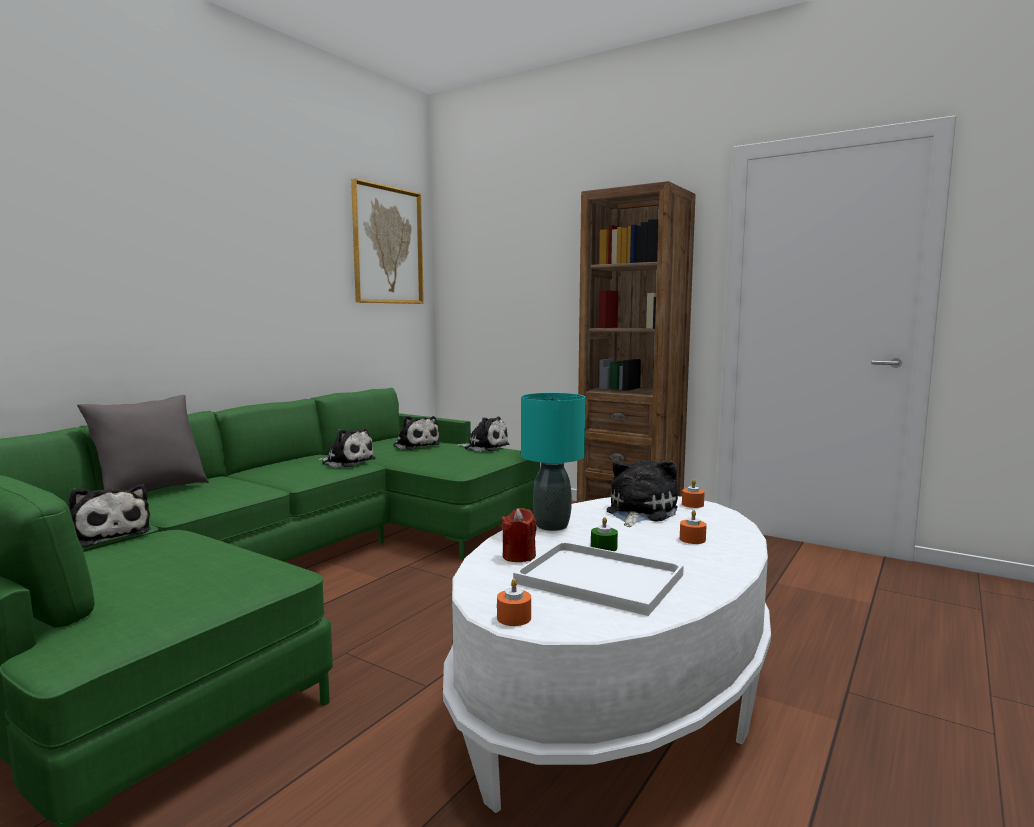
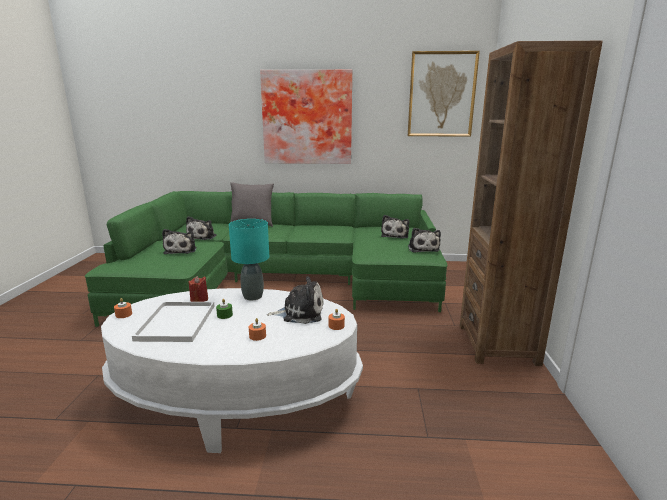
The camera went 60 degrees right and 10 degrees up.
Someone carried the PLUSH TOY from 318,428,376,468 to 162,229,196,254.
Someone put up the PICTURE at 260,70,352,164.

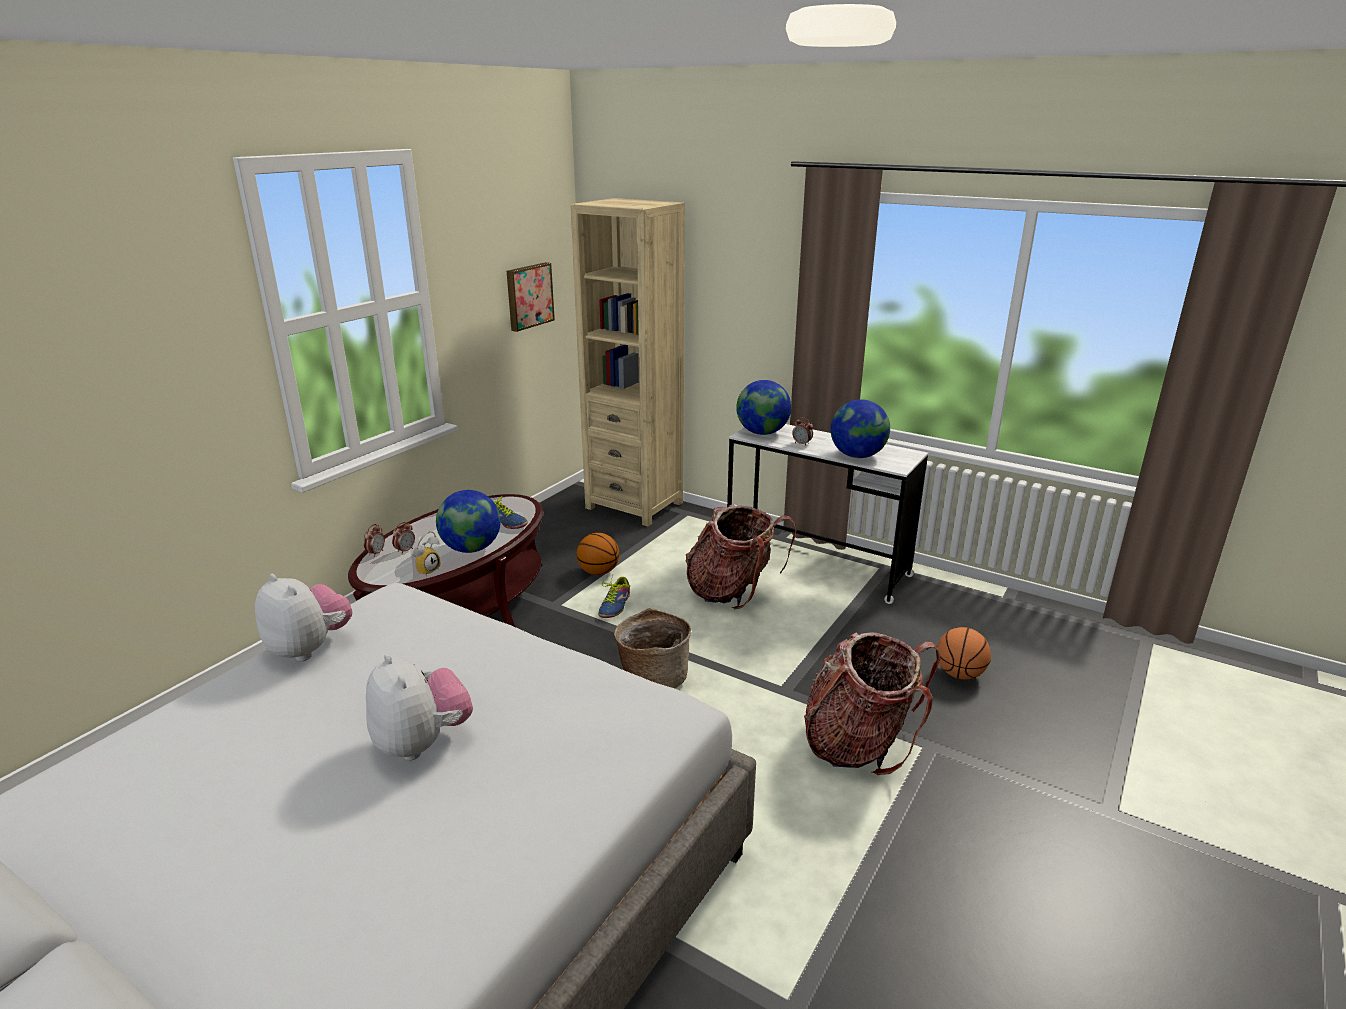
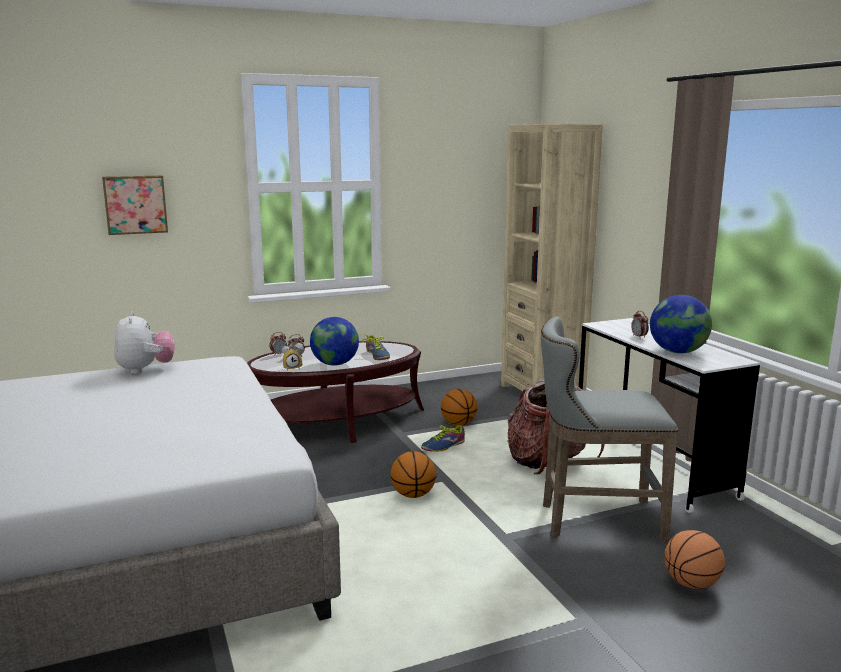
The camera went 35 degrees right and 10 degrees down.
Someone carried the PICTURE from 507,262,555,332 to 102,176,168,235.
Someone swapped the BASKET at 614,608,691,688 for the BASKETBALL at 390,451,436,498.
Someone put down the GREY STOOL at 541,317,679,542.
Someone took away the PLUSH TOY at 366,654,473,760.
Someone took away the GLOBE at 736,380,791,435.
Someone took away the BACKPACK at 804,632,940,775.

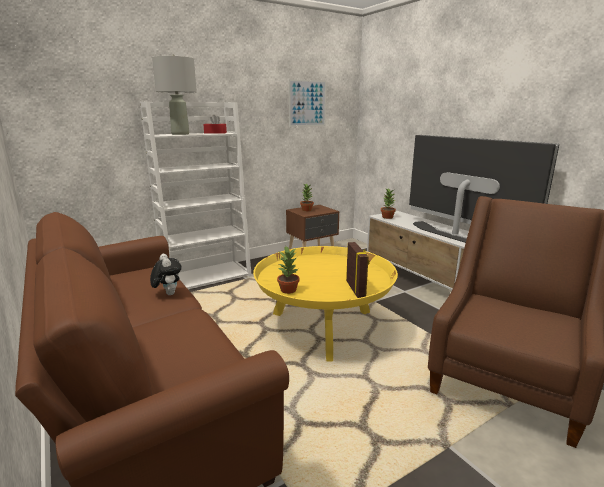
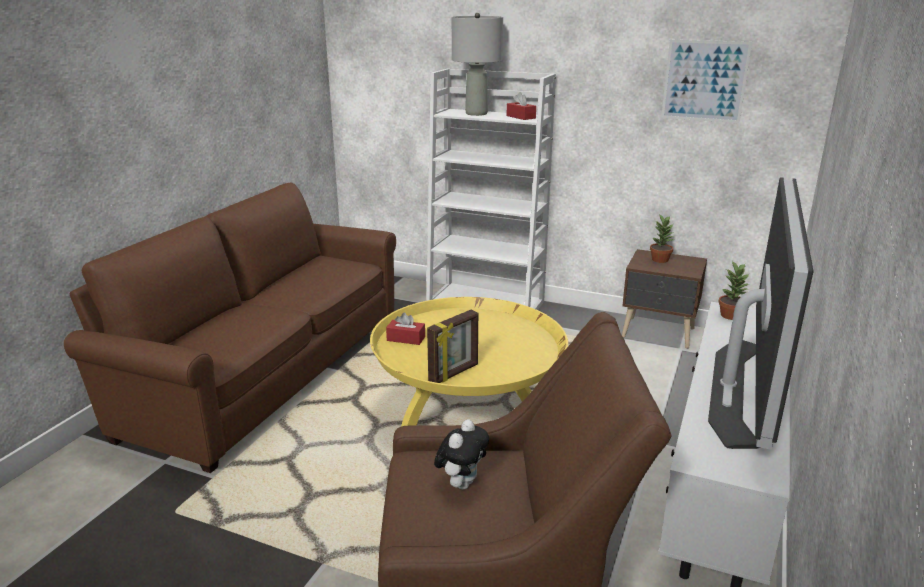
The camera went 55 degrees right and 5 degrees up.
Someone swapped the POTTED PLANT at 277,247,299,294 for the RED TISSUE BOX at 386,313,425,345.
Someone carried the PLUSH TOY from 150,254,182,295 to 434,420,489,489.

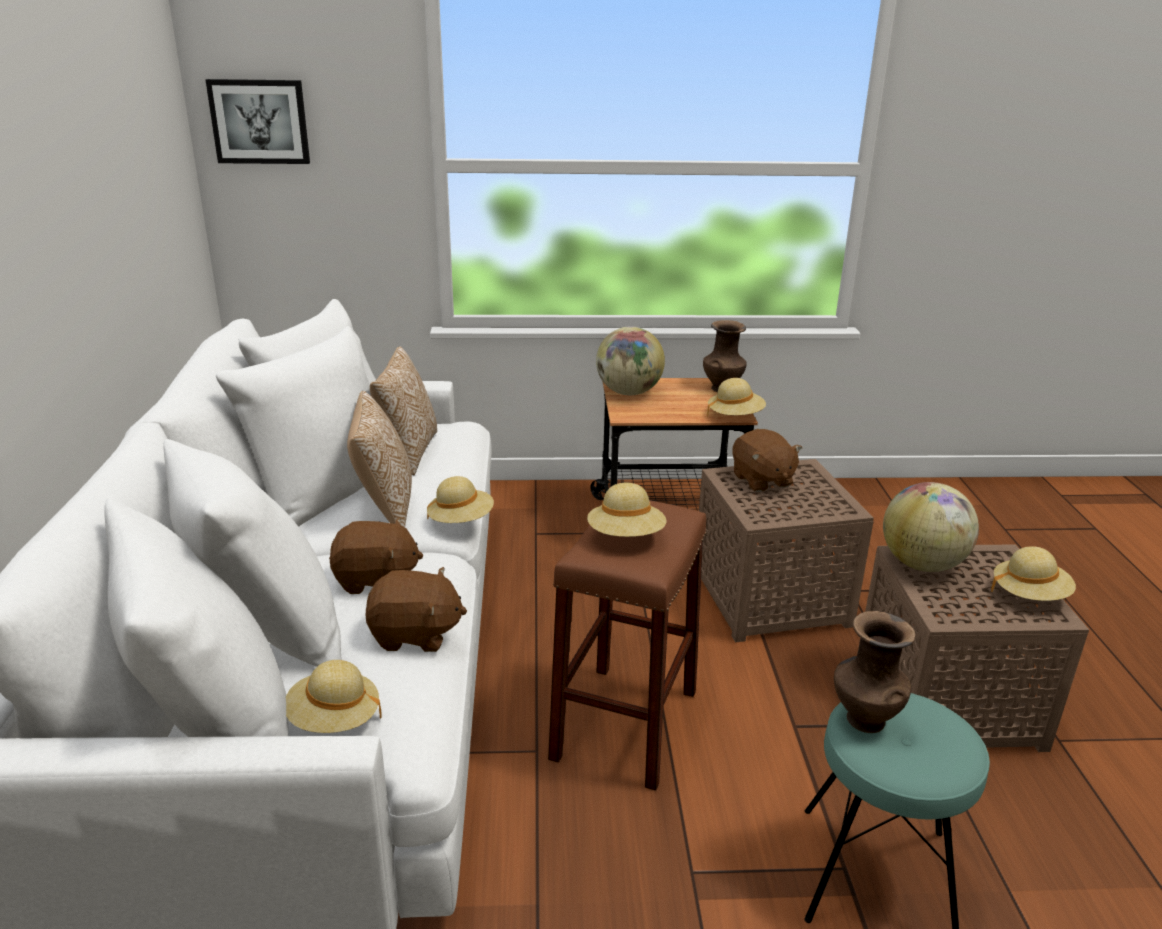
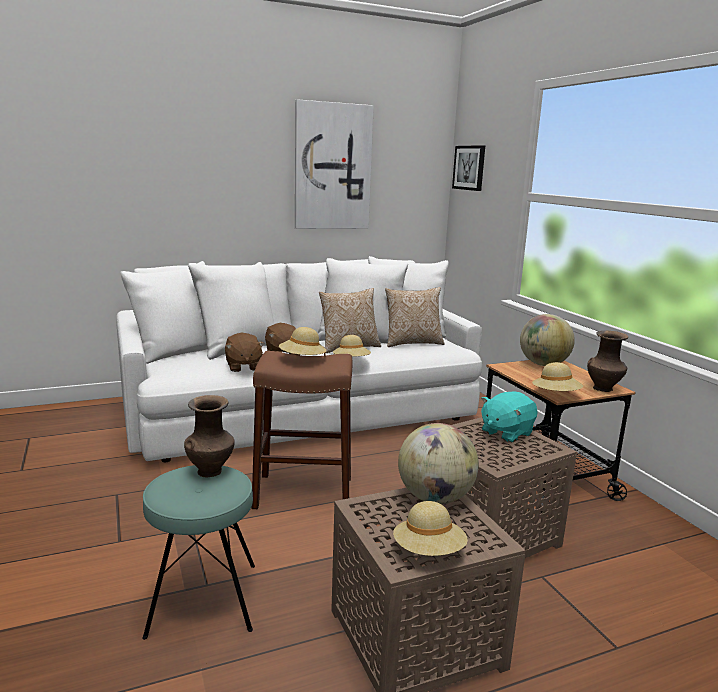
The camera went 70 degrees right and 10 degrees down.
Someone put up the PICTURE at 295,99,374,229.
Someone repainted the BROWN PLUSH TOY at 732,429,802,492, which became the TURQUOISE PLUSH TOY at 481,391,538,443.
Someone took away the BEIGE HAT at 286,660,382,733.

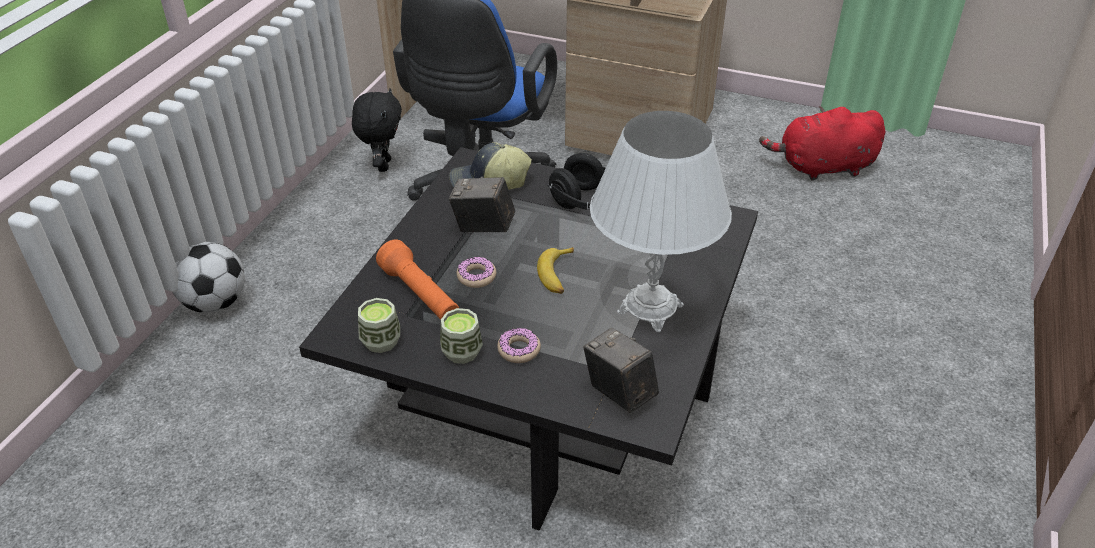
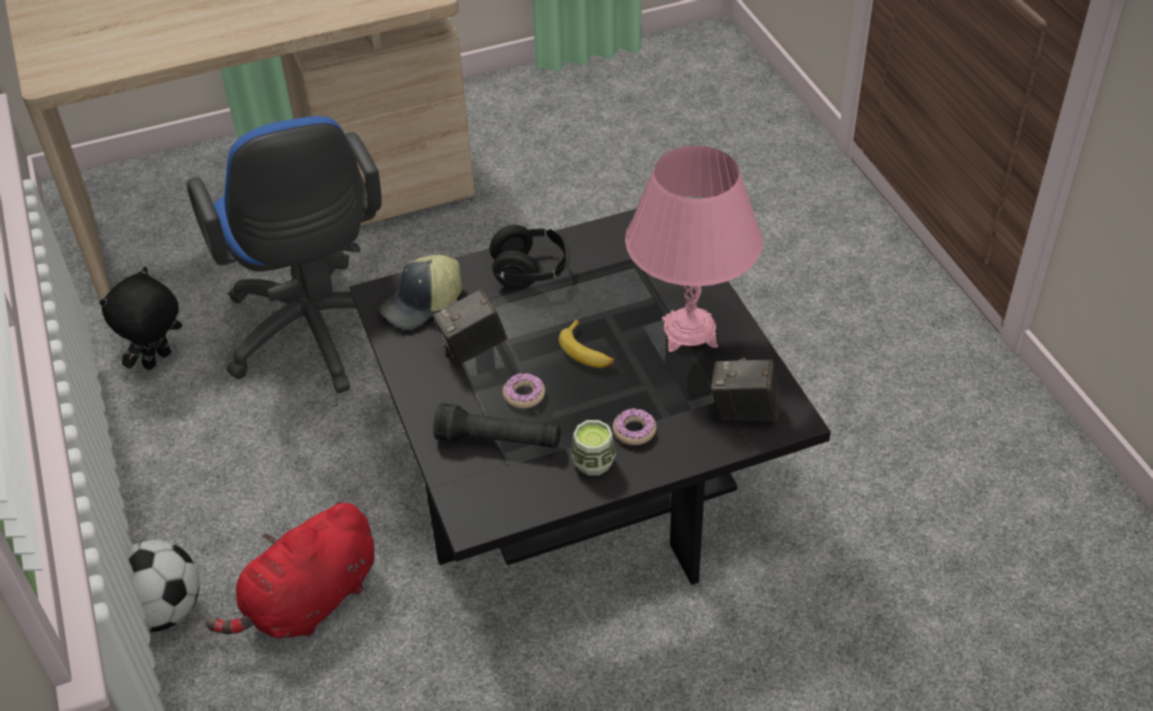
The camera went 40 degrees left and 5 degrees up.
Someone rotated the BLACK PLUSH TOY at 352,88,402,172 by 105 degrees counterclockwise.
Someone carried the RED PLUSH TOY from 759,106,885,181 to 206,502,375,638.
Someone repainted the ORANGE FLASHLIGHT at 376,240,459,320, which became the BLACK FLASHLIGHT at 433,403,561,448.
Someone repainted the WHITE TABLE LAMP at 590,111,732,332, which became the PINK TABLE LAMP at 625,145,763,352.
Someone took away the CUP at 358,298,400,353.

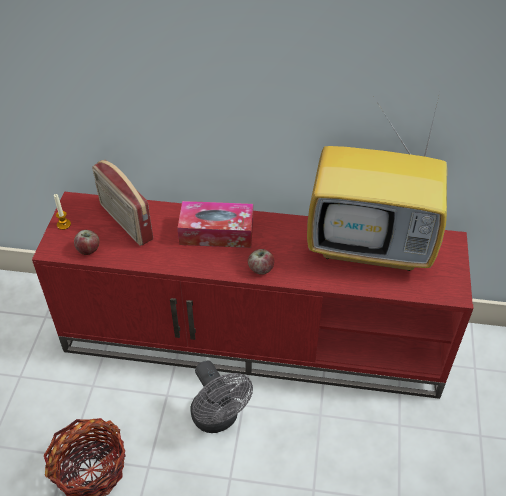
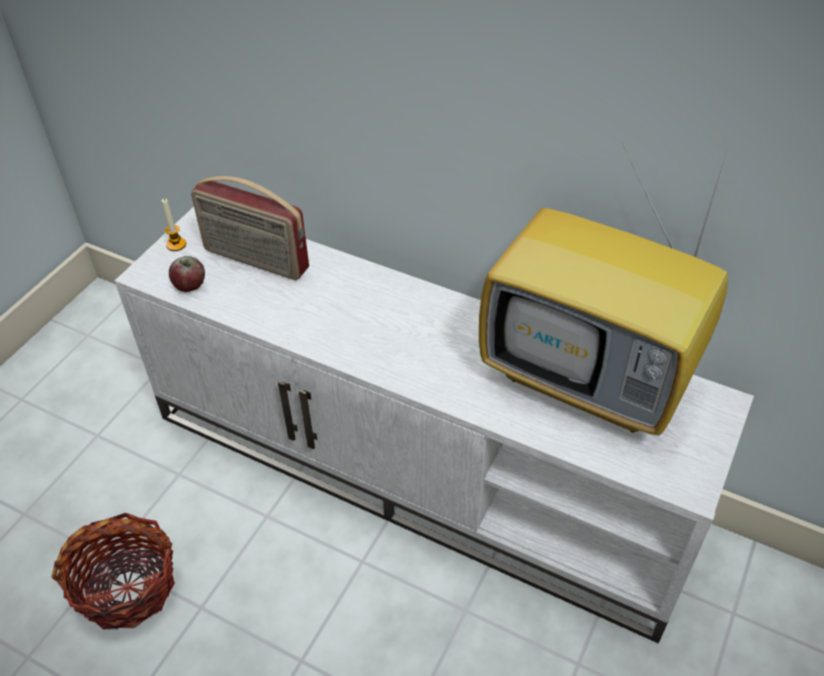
The camera went 20 degrees right and 0 degrees up.
Someone repainted the RED TV STAND at 32,192,473,399, which became the WHITE TV STAND at 115,207,754,643.
Someone rotated the RADIO at 92,160,153,246 by 45 degrees counterclockwise.
Someone took away the TISSUE BOX at 177,201,253,248.
Someone took away the GREY FAN at 190,361,253,433.
Someone took away the APPLE at 248,249,274,275.

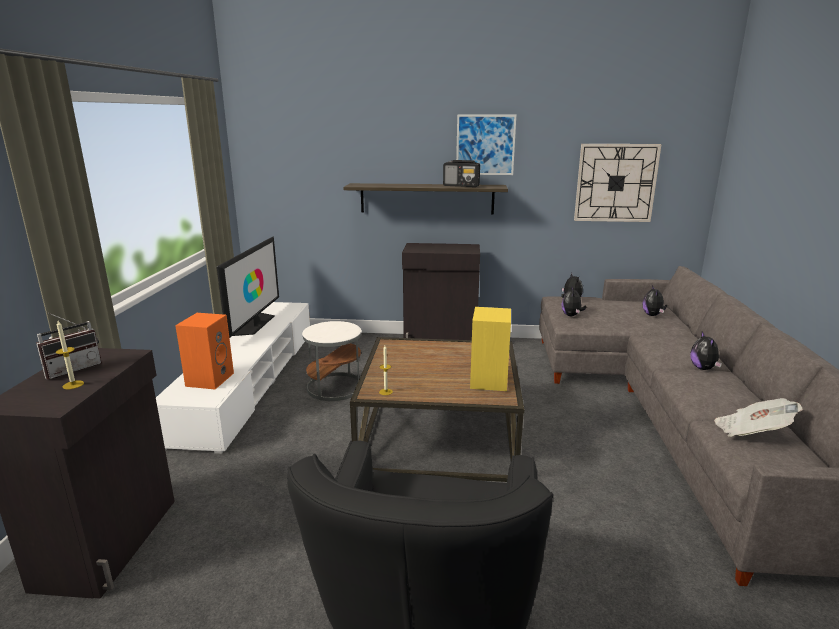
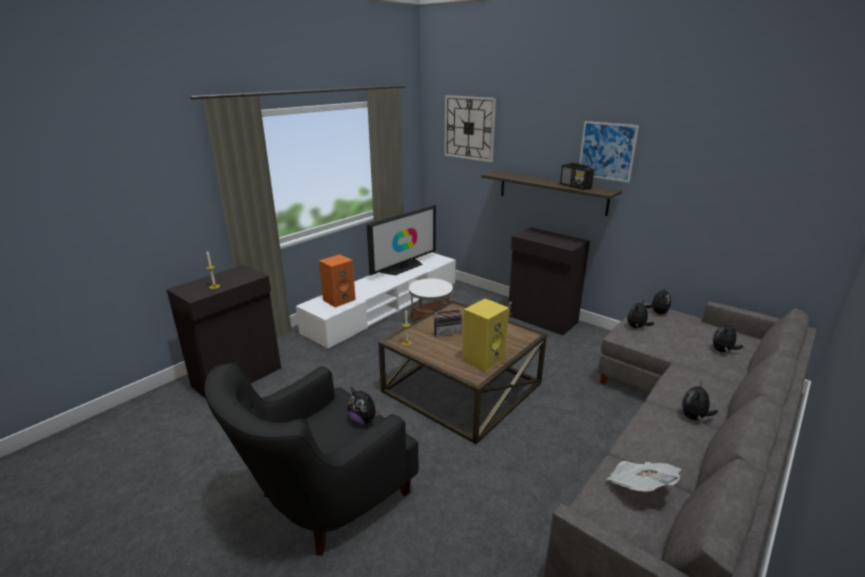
The camera went 35 degrees right and 5 degrees up.
Someone put down the PLUSH TOY at 348,388,381,424.
Someone carried the RADIO from 36,313,102,379 to 434,300,463,337.
Someone carried the WALL CLOCK from 574,144,662,222 to 444,95,496,162.

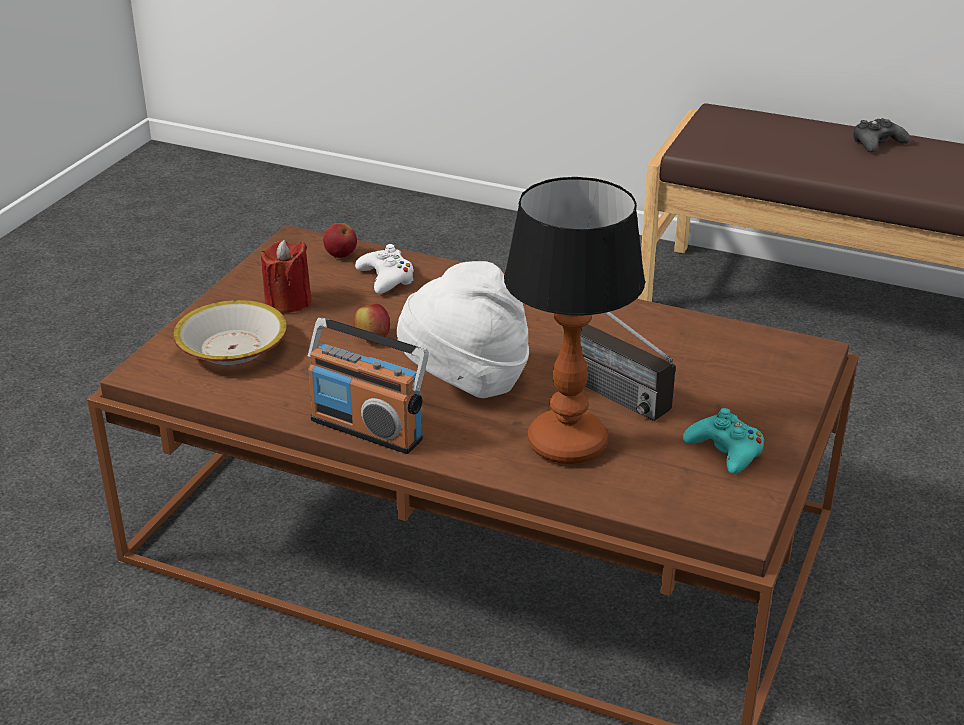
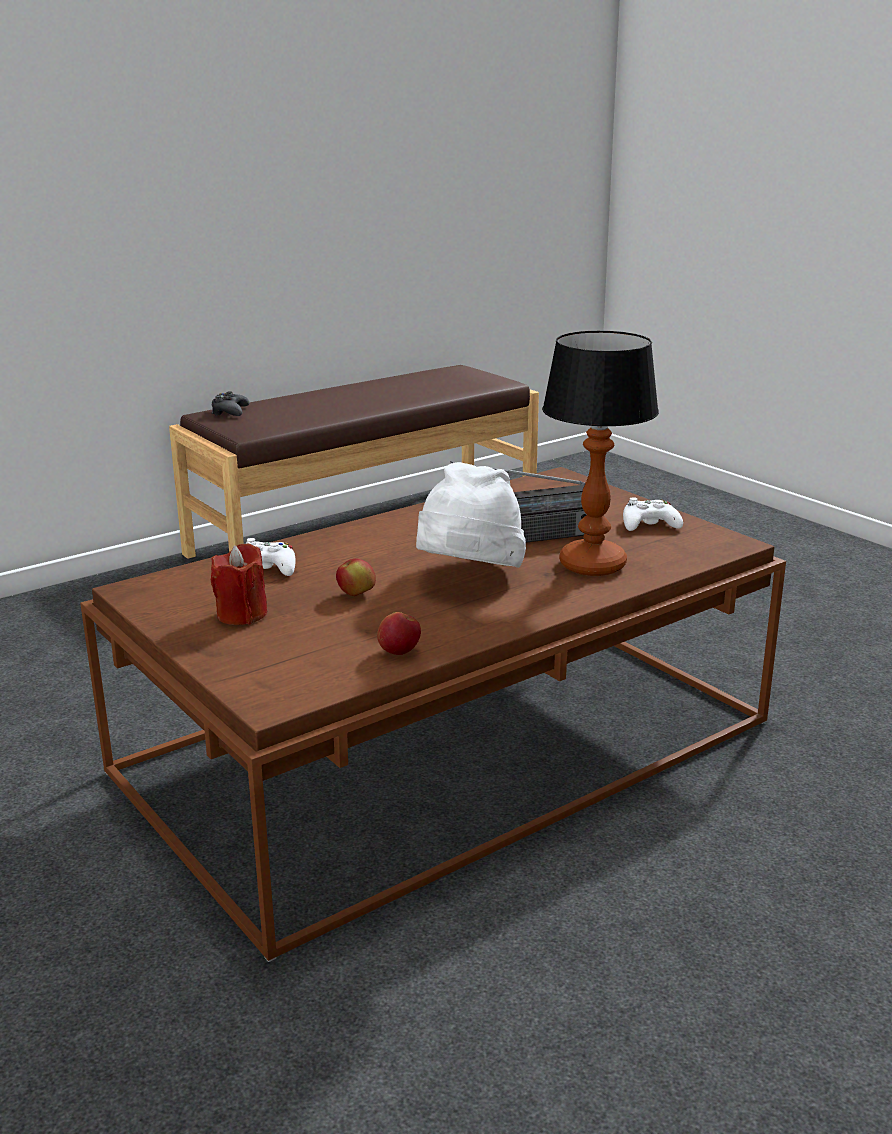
The camera went 60 degrees left and 10 degrees down.
Someone carried the BLACK GAME CONTROLLER from 853,118,910,152 to 211,391,249,416.
Someone carried the APPLE from 323,223,357,258 to 377,612,421,655.
Someone repainted the TURQUOISE GAME CONTROLLER at 683,408,764,474, which became the WHITE GAME CONTROLLER at 623,497,683,531.
Someone took away the BOWL at 173,300,287,365.
Someone took away the RADIO at 308,318,429,454.

